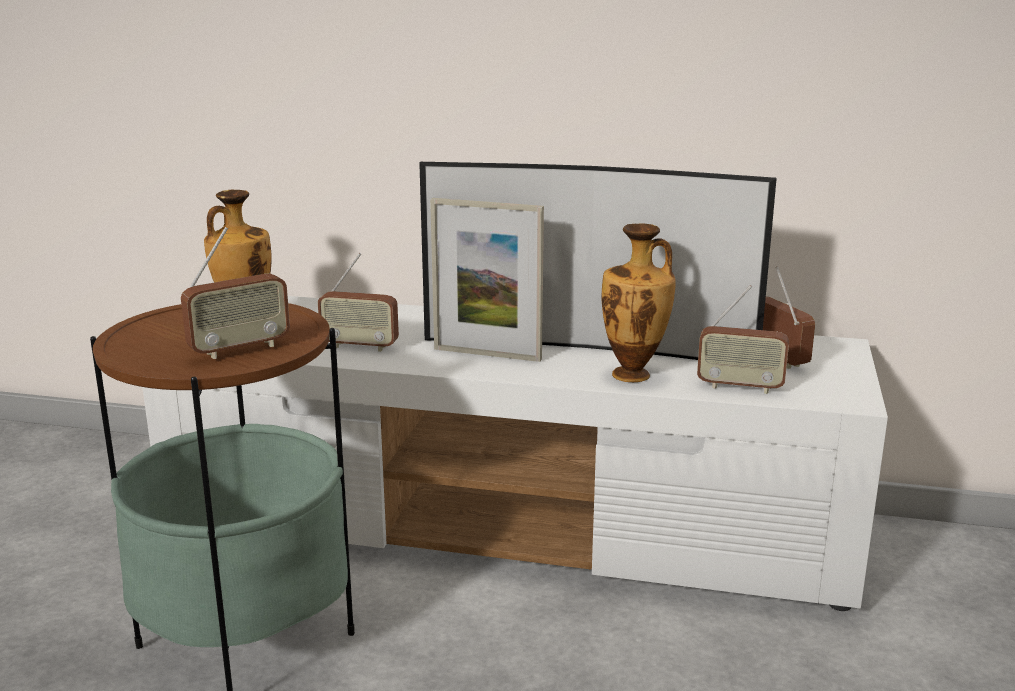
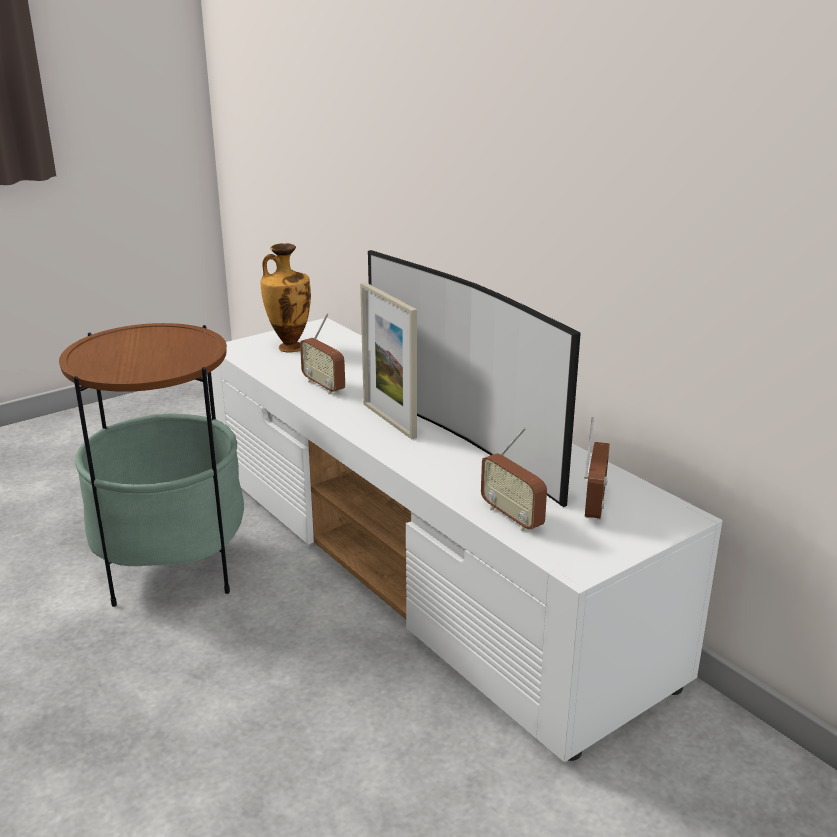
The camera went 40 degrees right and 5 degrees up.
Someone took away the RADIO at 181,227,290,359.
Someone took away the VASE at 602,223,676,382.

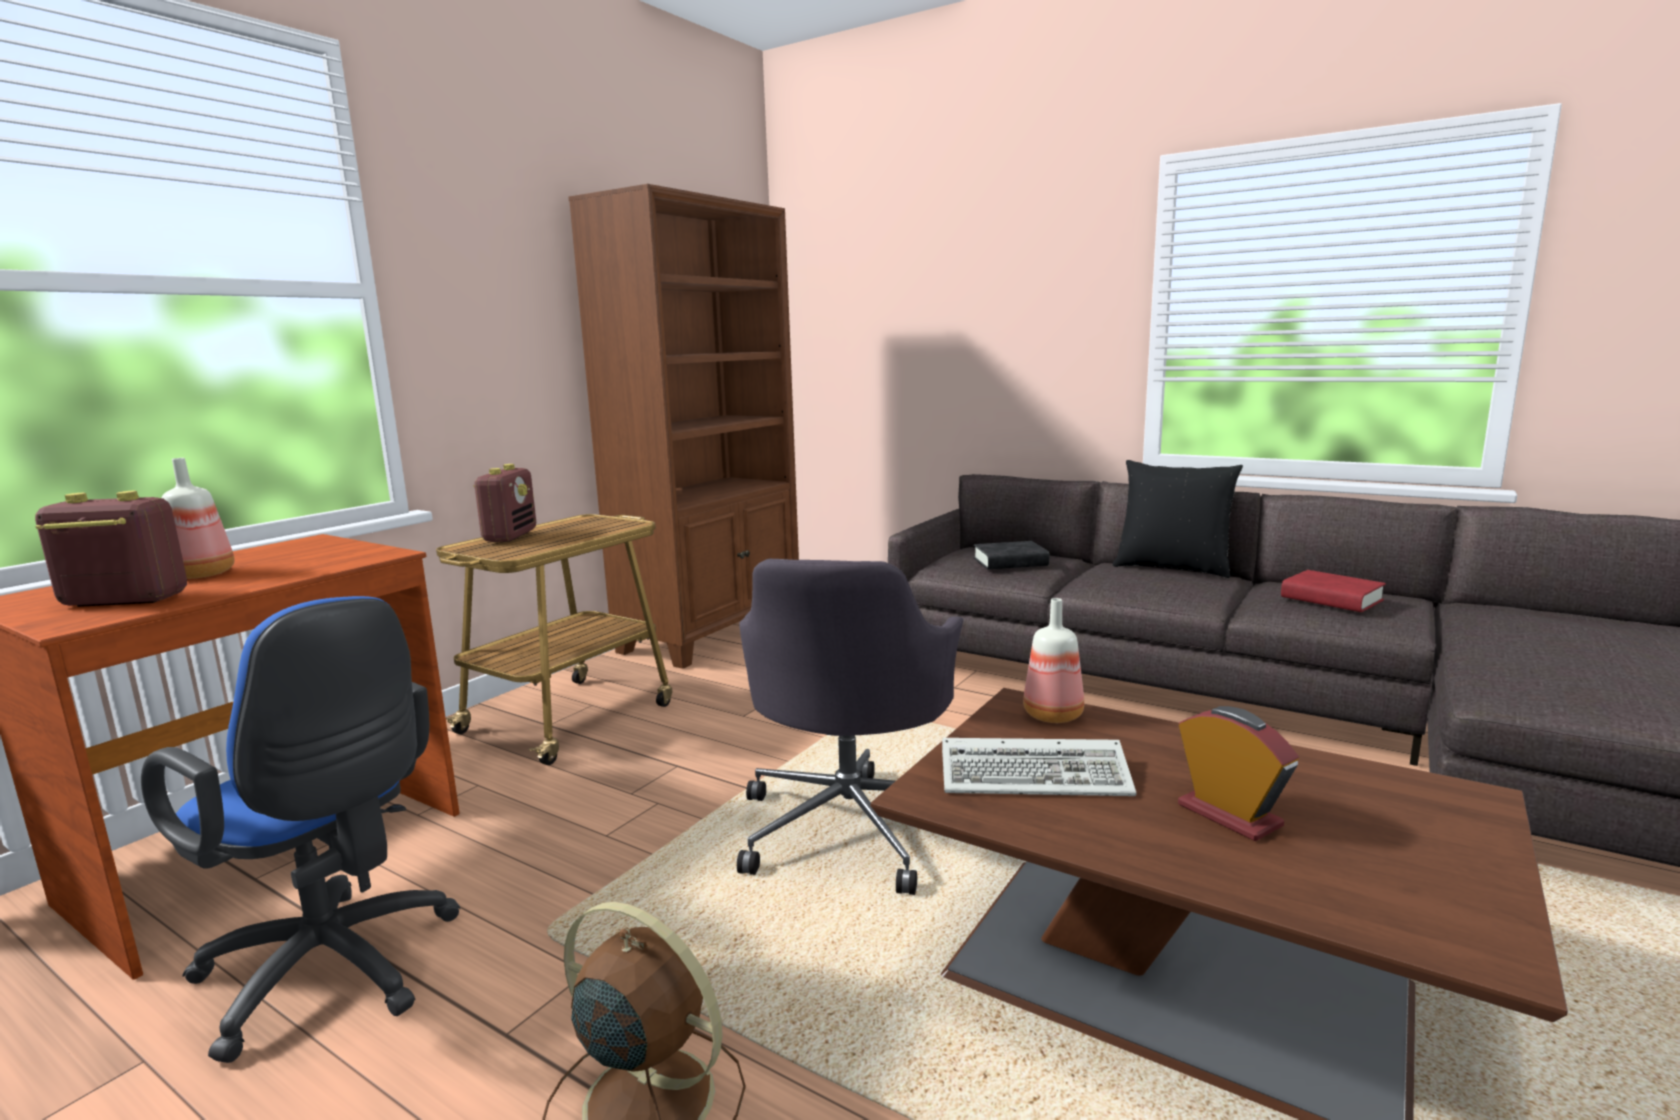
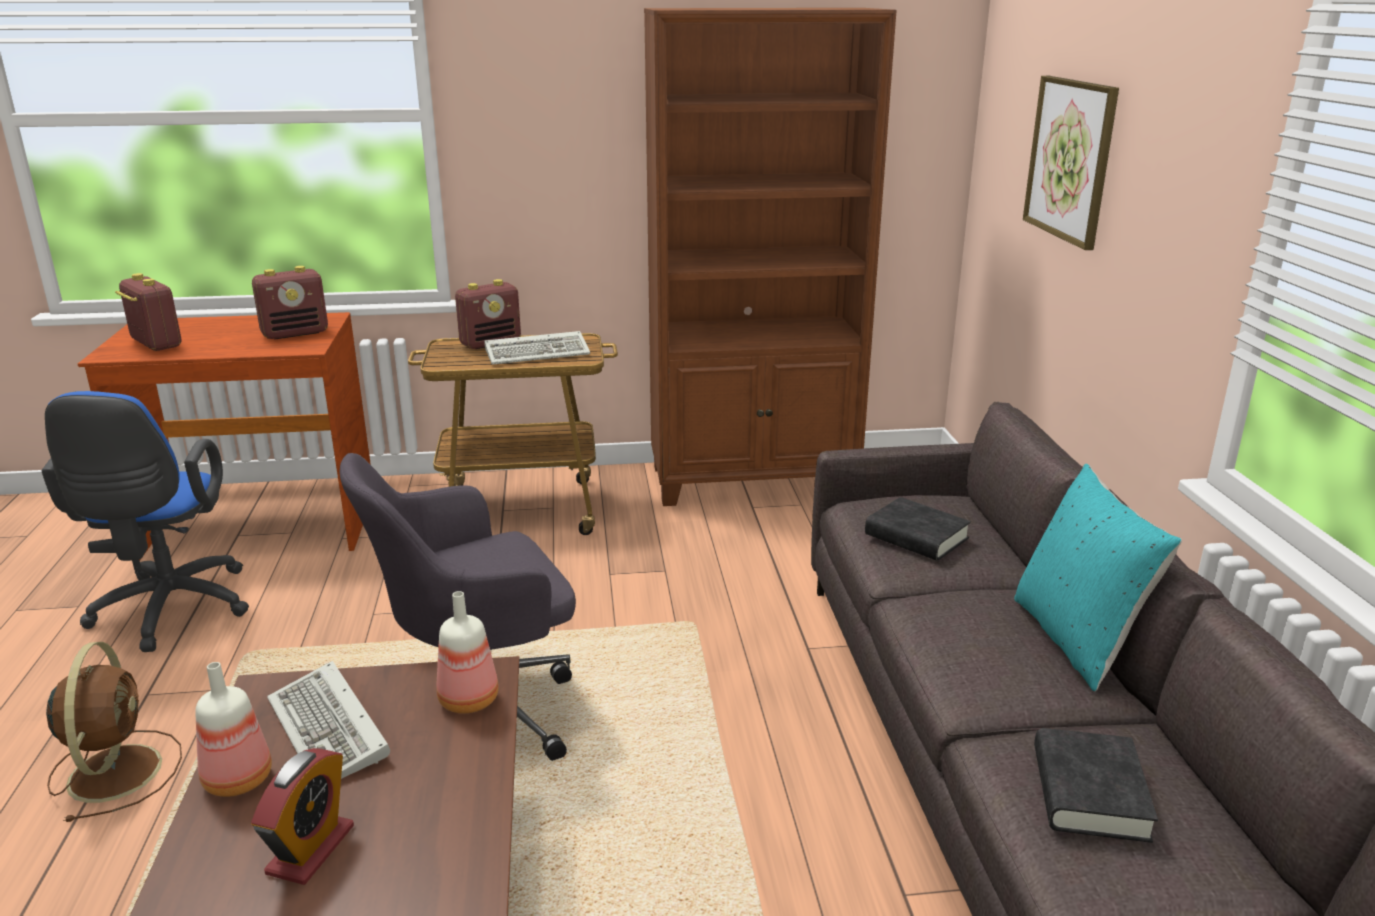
The camera went 50 degrees right and 10 degrees up.
Someone carried the BOTTLE from 161,458,235,579 to 195,662,272,797.
Someone put down the RADIO at 252,266,328,339.
Someone put down the KEYBOARD at 484,331,590,365.
Someone repainted the BLACK PILLOW at 1113,460,1243,578, which became the TURQUOISE PILLOW at 1014,464,1182,692.
Someone put up the PICTURE at 1023,76,1119,250.
Someone repainted the RED BOOK at 1281,570,1386,612, which became the BLACK BOOK at 1034,728,1158,843.

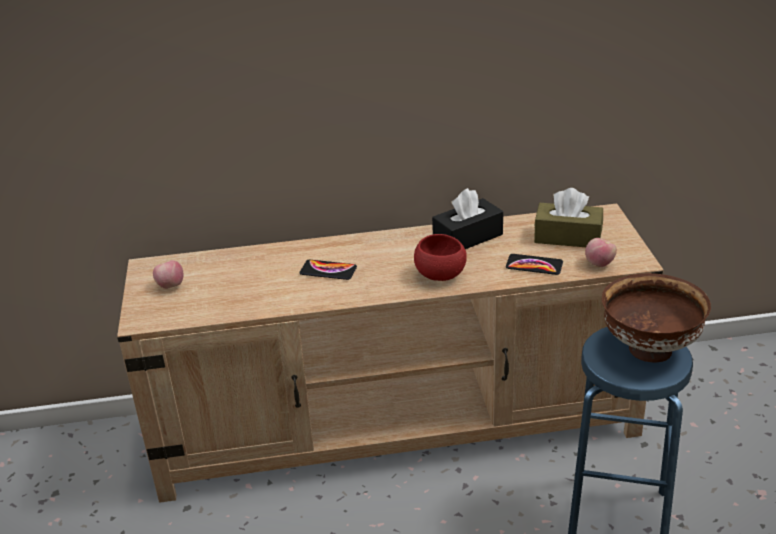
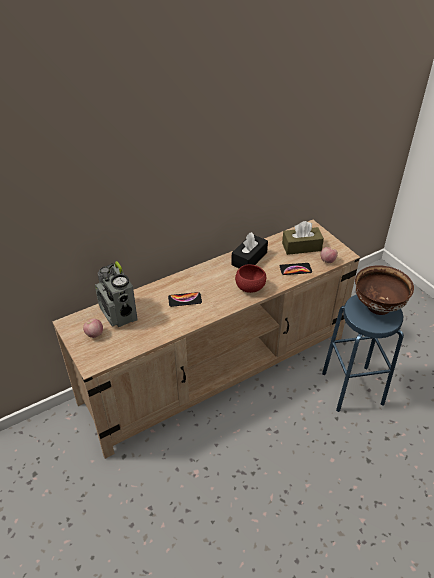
The camera went 25 degrees left and 10 degrees up.
Someone put down the RADIO at 95,261,138,327.

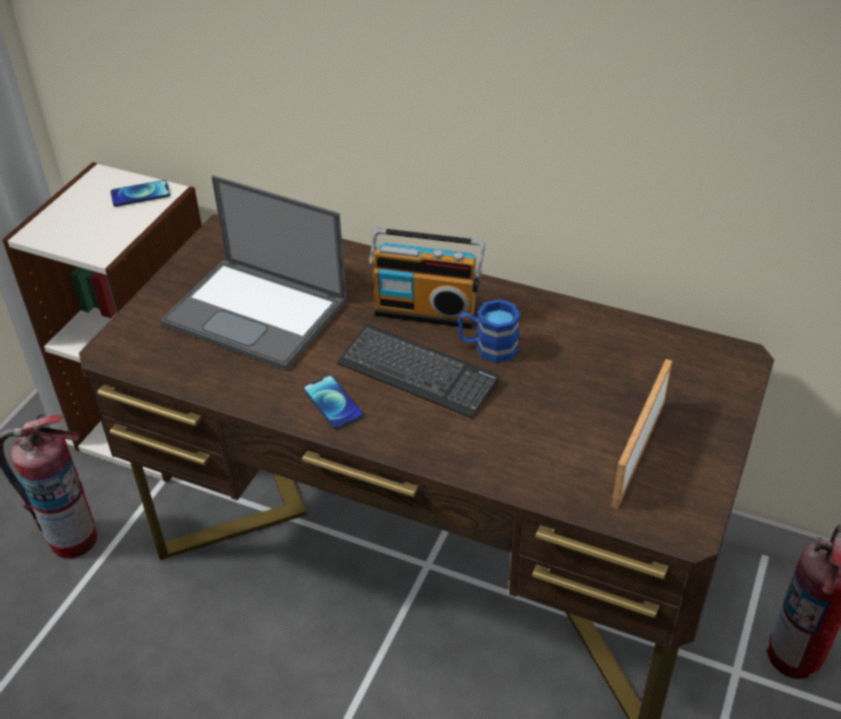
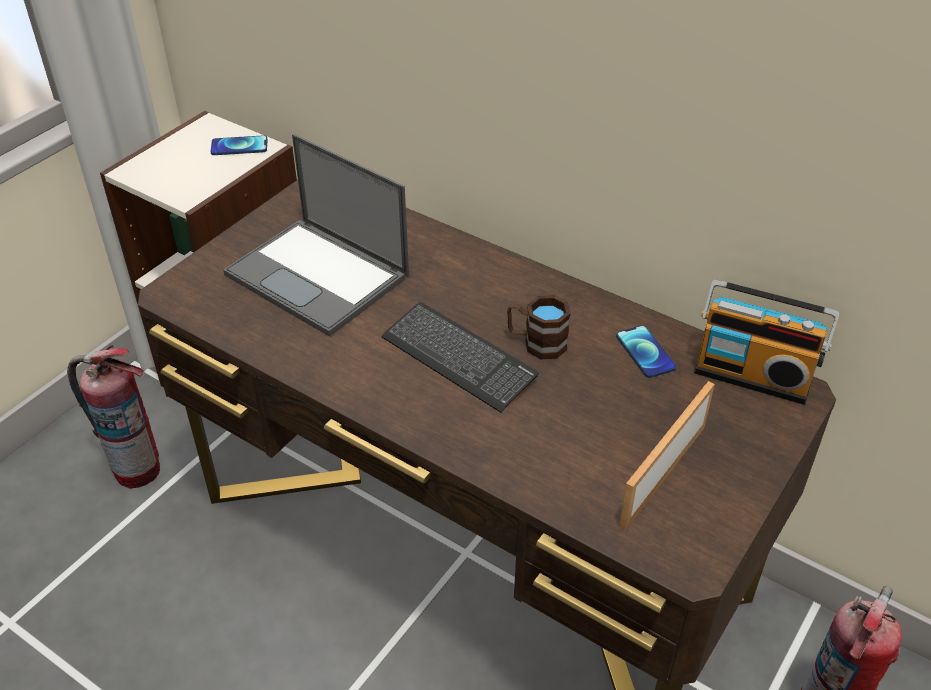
The camera went 10 degrees right and 0 degrees up.
Someone repainted the BLUE MUG at 458,299,520,363, which became the BROWN MUG at 507,295,571,359.
Someone carried the PHONE from 303,375,364,429 to 616,325,676,378.
Someone carried the RADIO from 368,228,485,329 to 694,280,839,405.

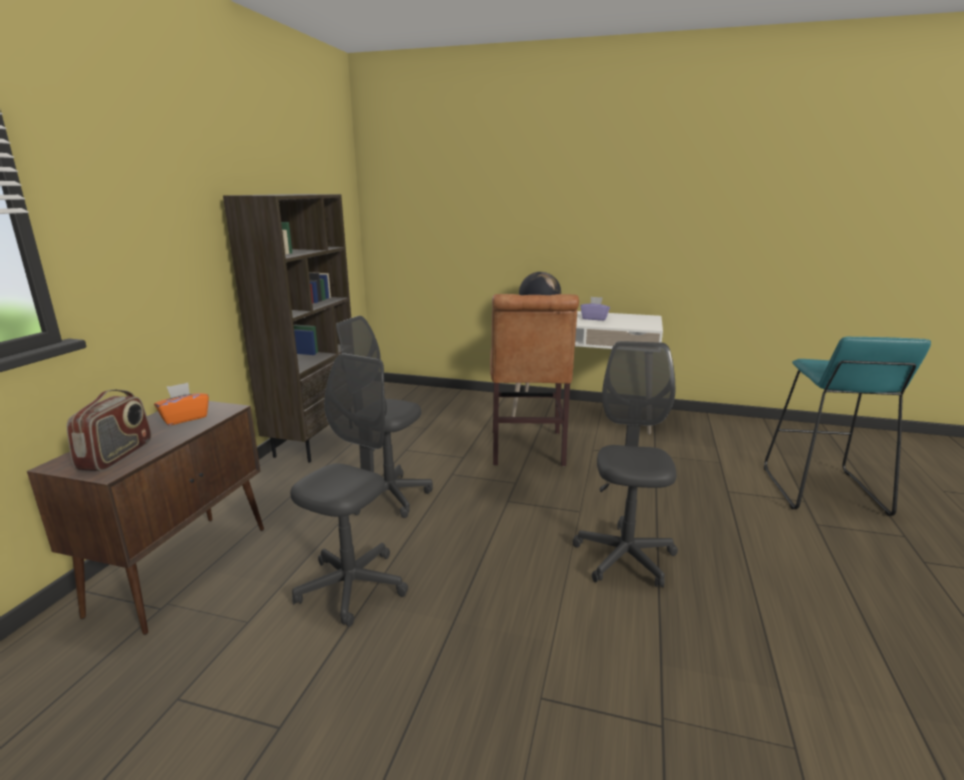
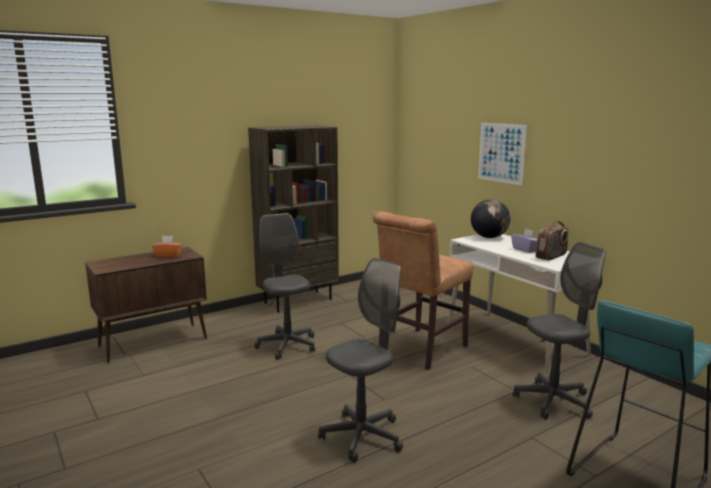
The camera went 40 degrees right and 5 degrees down.
Someone put up the PICTURE at 478,123,527,185.
Someone carried the GREY OFFICE CHAIR from 290,353,408,627 to 513,242,606,420.
Someone carried the RADIO from 67,390,152,471 to 536,221,568,261.

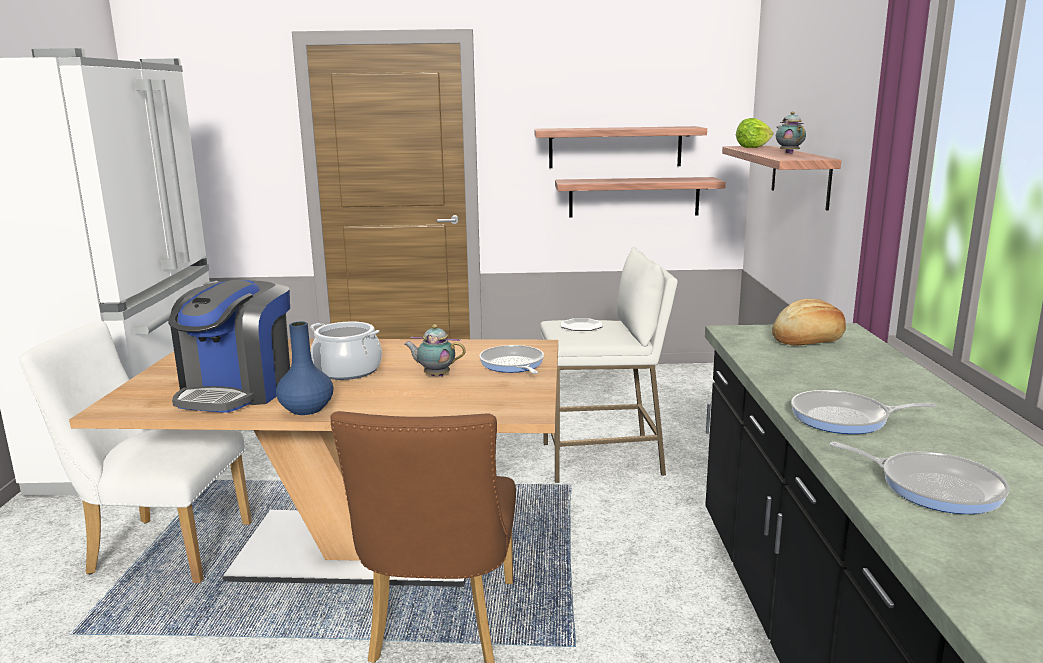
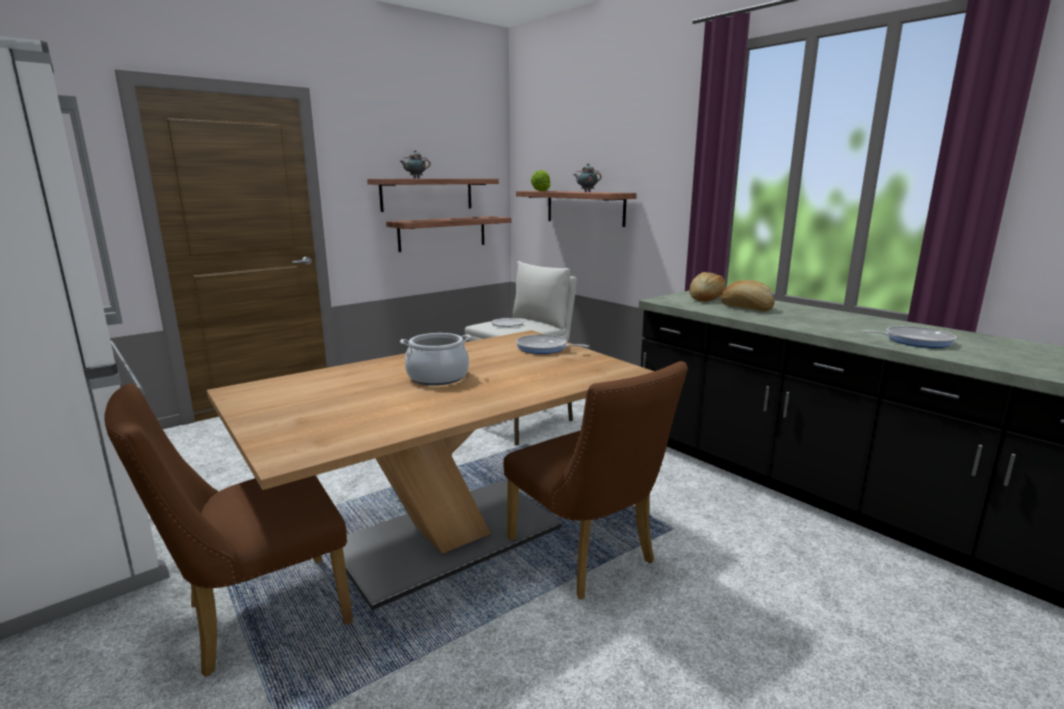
The camera went 40 degrees left and 0 degrees up.
Someone repainted the WHITE CHAIR at 18,321,252,583, which became the BROWN CHAIR at 104,383,353,677.
Someone carried the TEAPOT from 404,325,466,377 to 399,150,430,178.
Someone put down the BREAD at 721,280,774,311.
Someone took away the COFFEE MACHINE at 168,280,290,413.
Someone took away the BLUE VASE at 276,322,333,415.
Someone took away the FRYING PAN at 791,390,936,434.

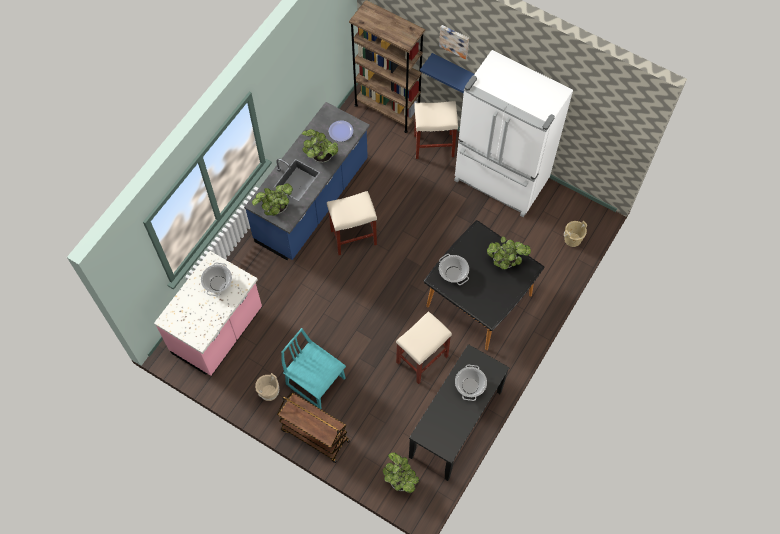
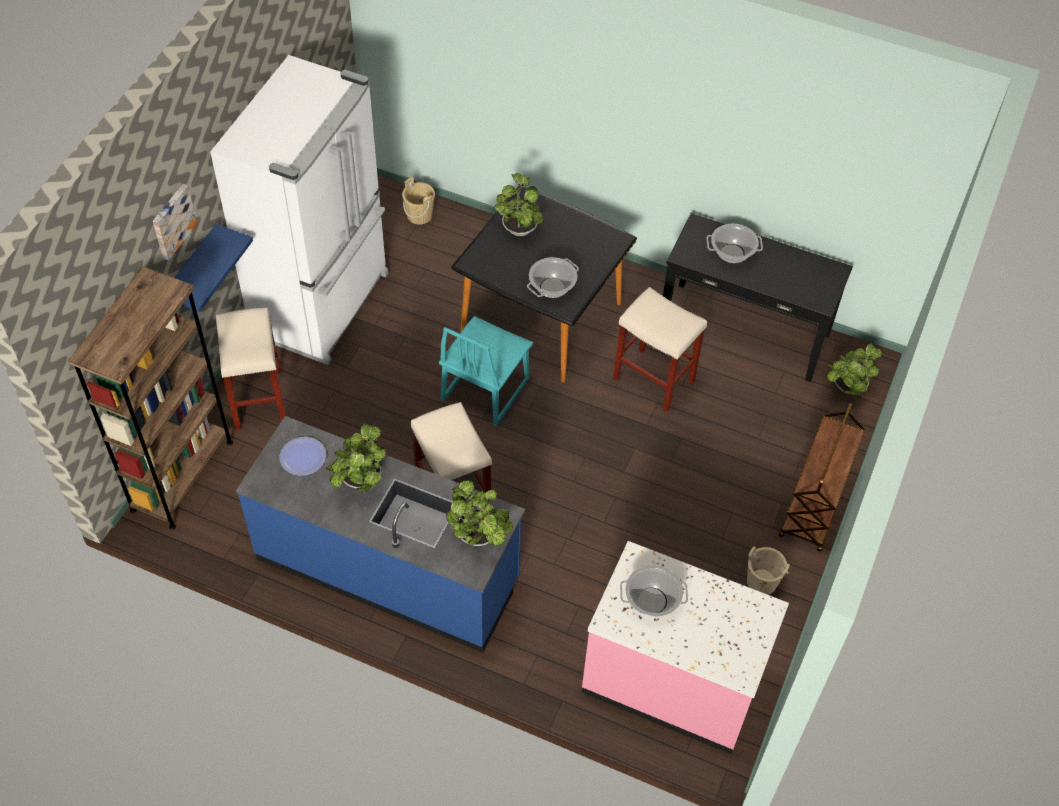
The camera went 100 degrees left and 10 degrees down.
Someone carried the TURQUOISE CHAIR from 281,328,346,409 to 439,316,533,426.

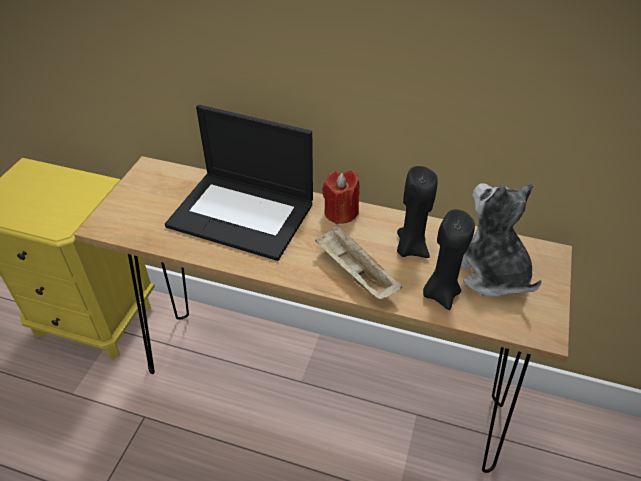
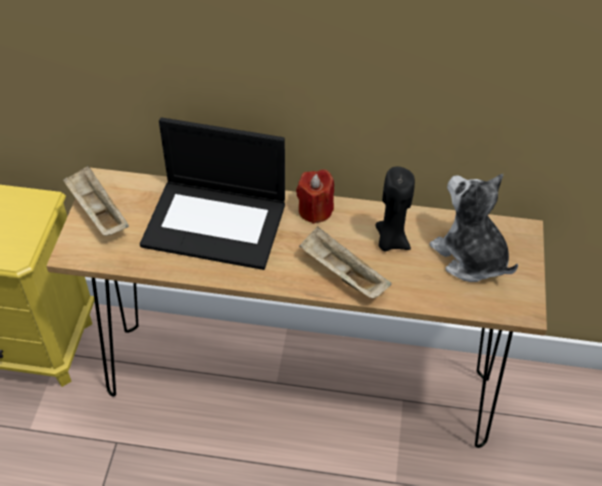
The camera went 10 degrees left and 5 degrees up.
Someone put down the BEIGE TRAY at 63,166,129,236.
Someone took away the BLACK CANDLE at 423,209,475,310.

